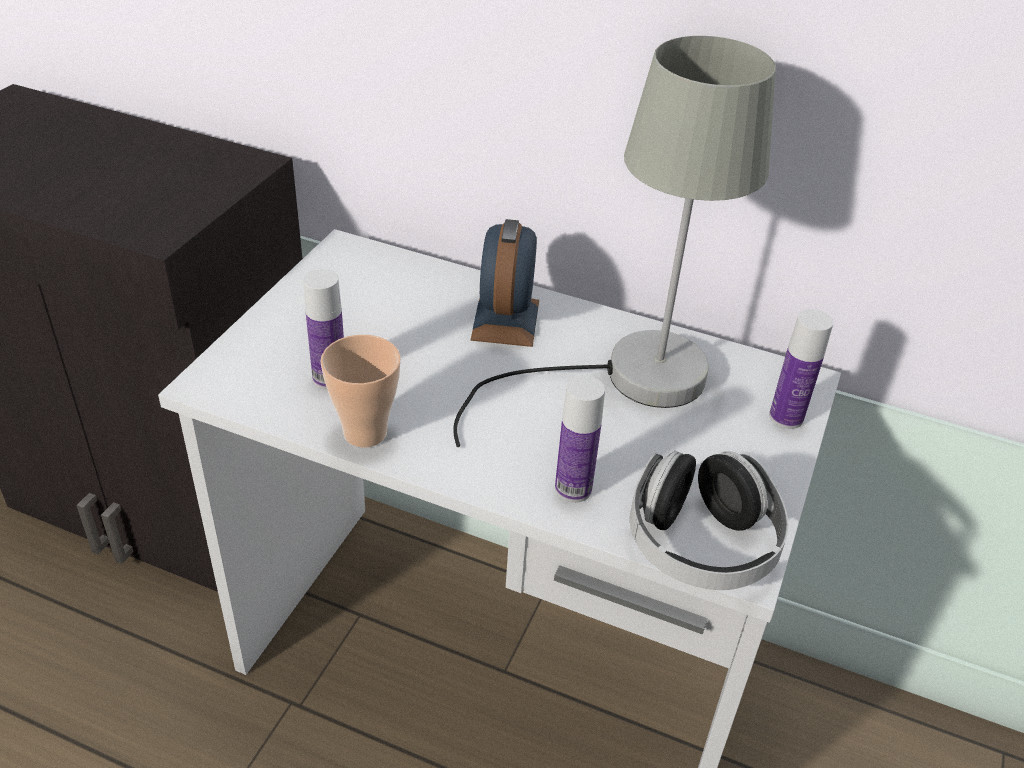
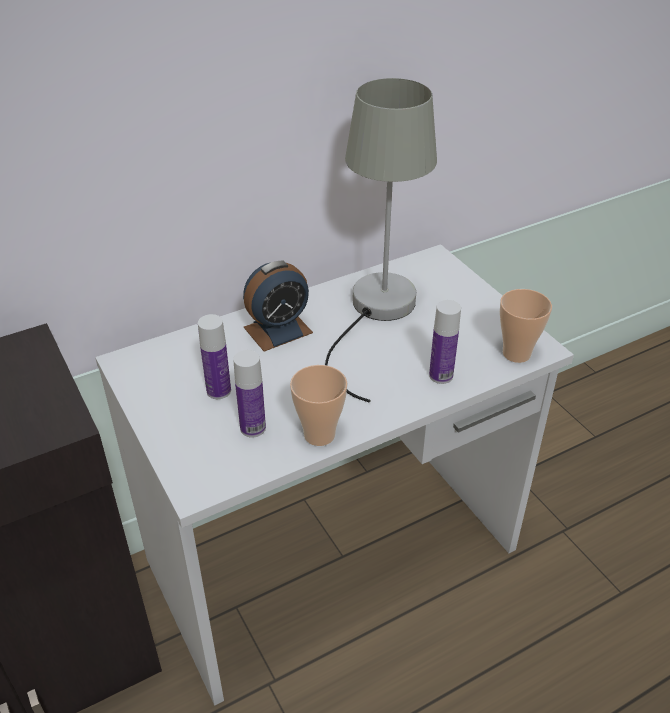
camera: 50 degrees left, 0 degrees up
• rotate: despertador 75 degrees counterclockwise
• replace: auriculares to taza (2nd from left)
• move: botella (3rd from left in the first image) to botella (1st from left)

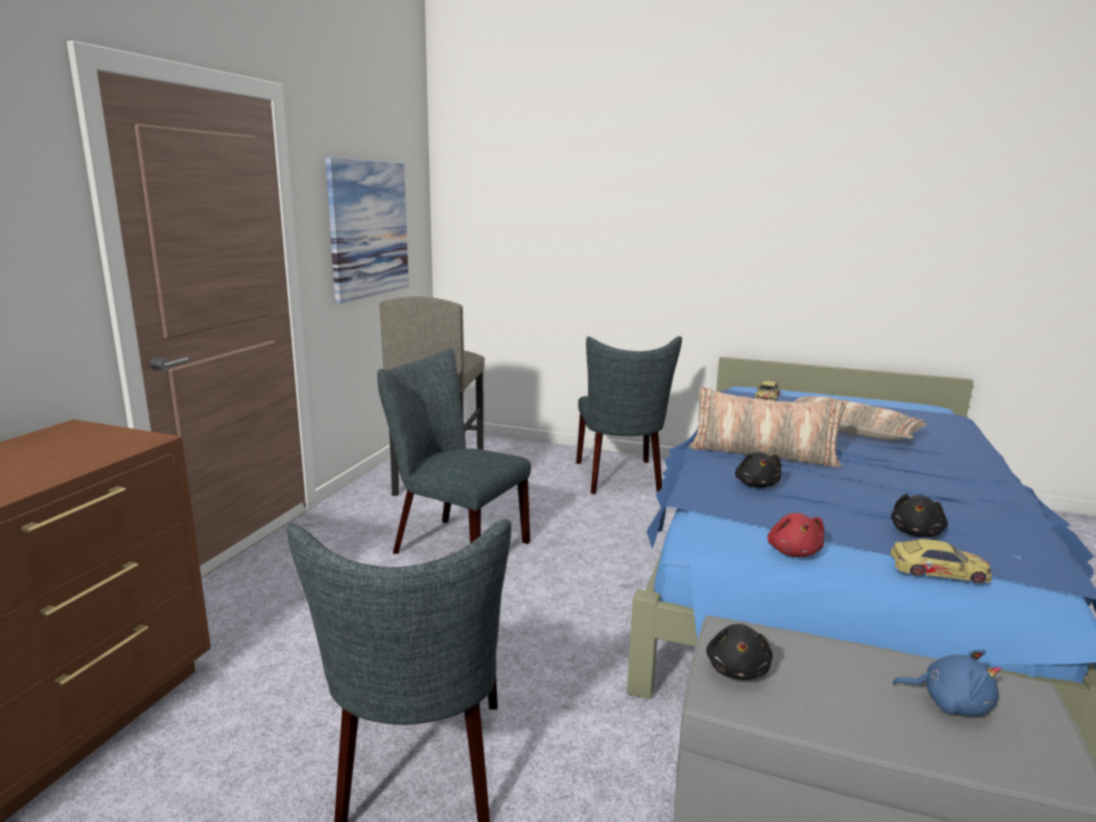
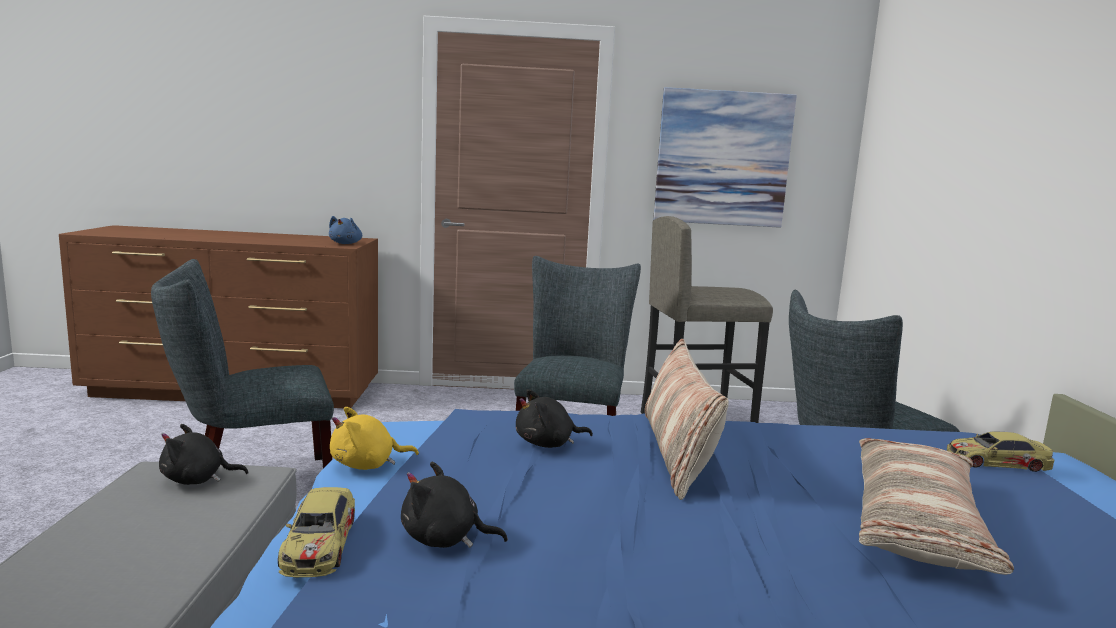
camera: 70 degrees right, 5 degrees down
• recolor: peluche (rojo) to peluche (amarillo)
• move: peluche (azul)

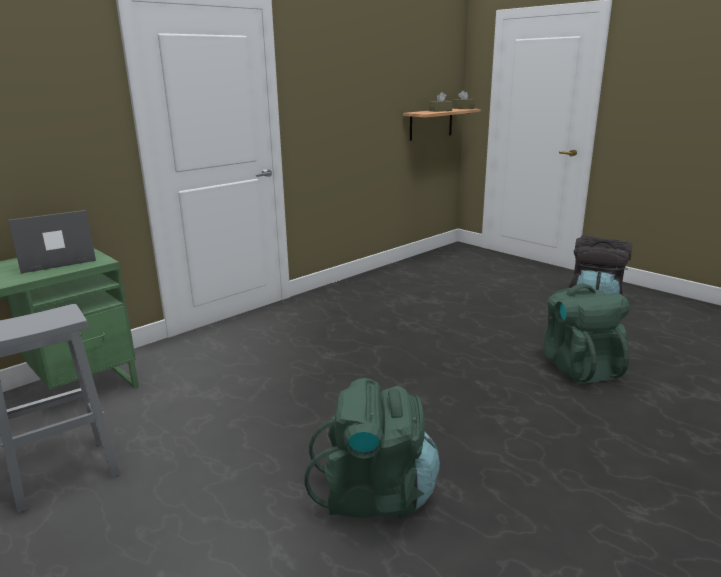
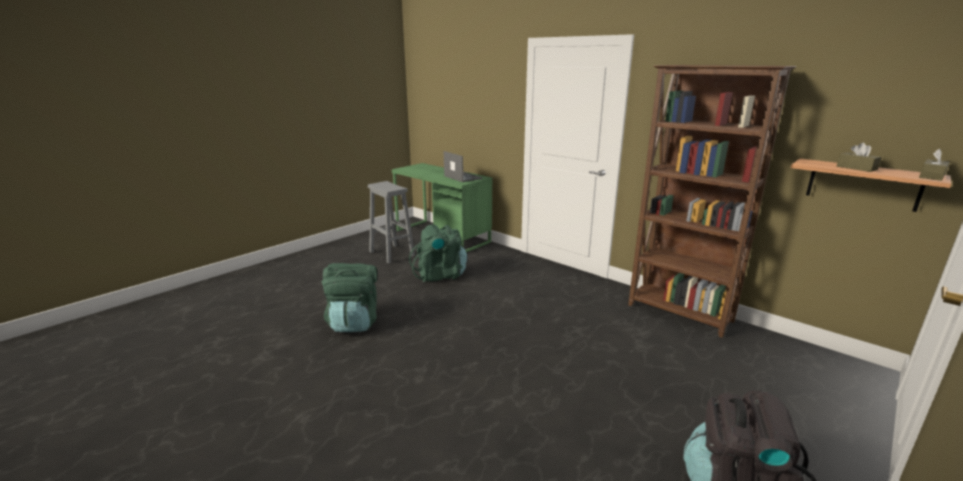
camera: 85 degrees right, 0 degrees up
• move: mochila (verde) (2nd from left)
• insert: estantería (marrón)

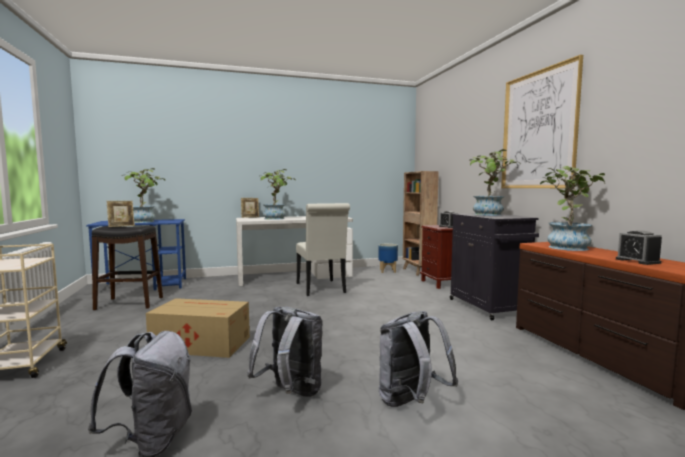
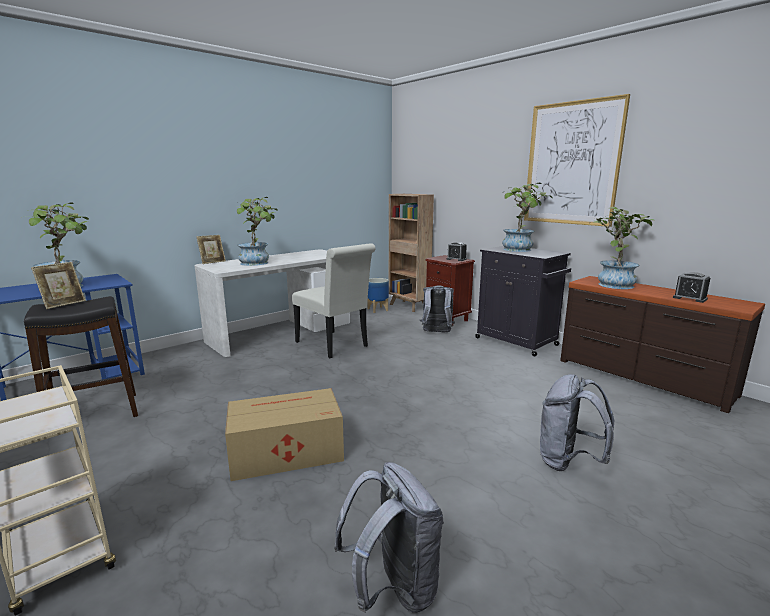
camera: 25 degrees left, 10 degrees up
• move: mochila (gris) (2nd from left)

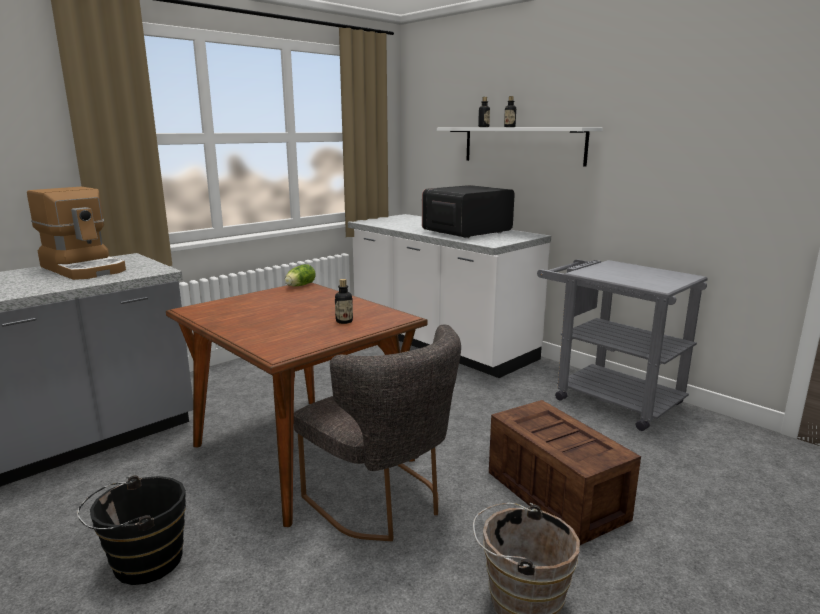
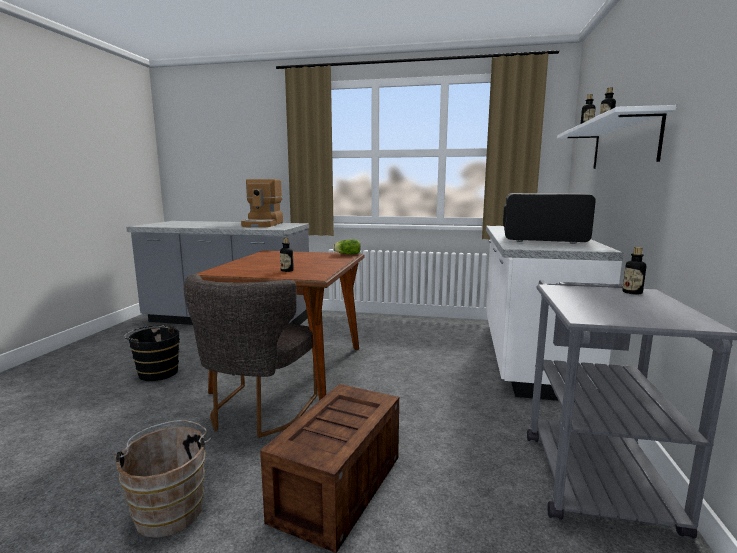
camera: 55 degrees right, 5 degrees down
• insert: botella (4th from left)

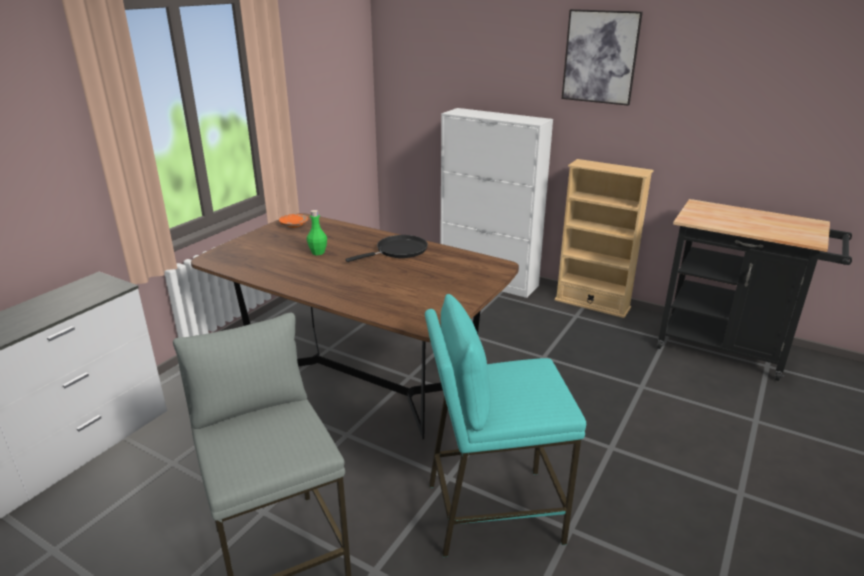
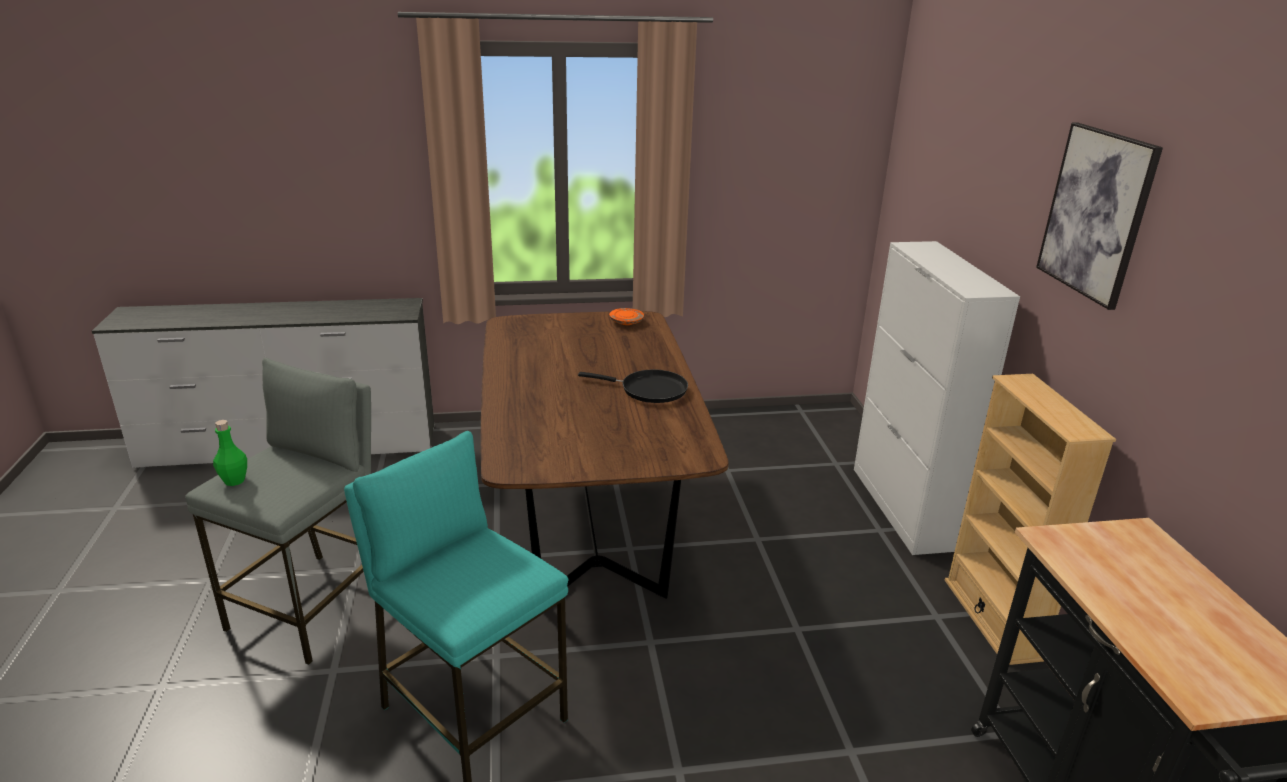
camera: 50 degrees right, 0 degrees up
• move: botella (verde)

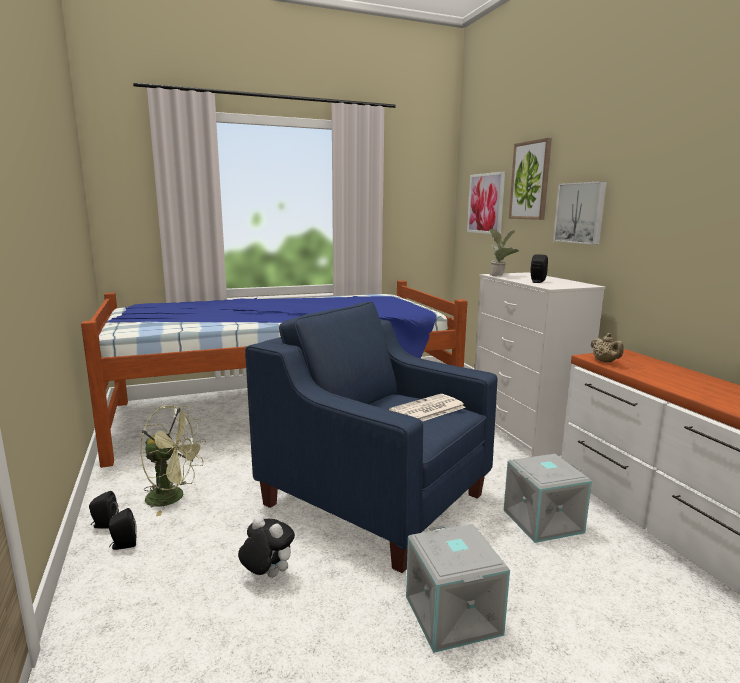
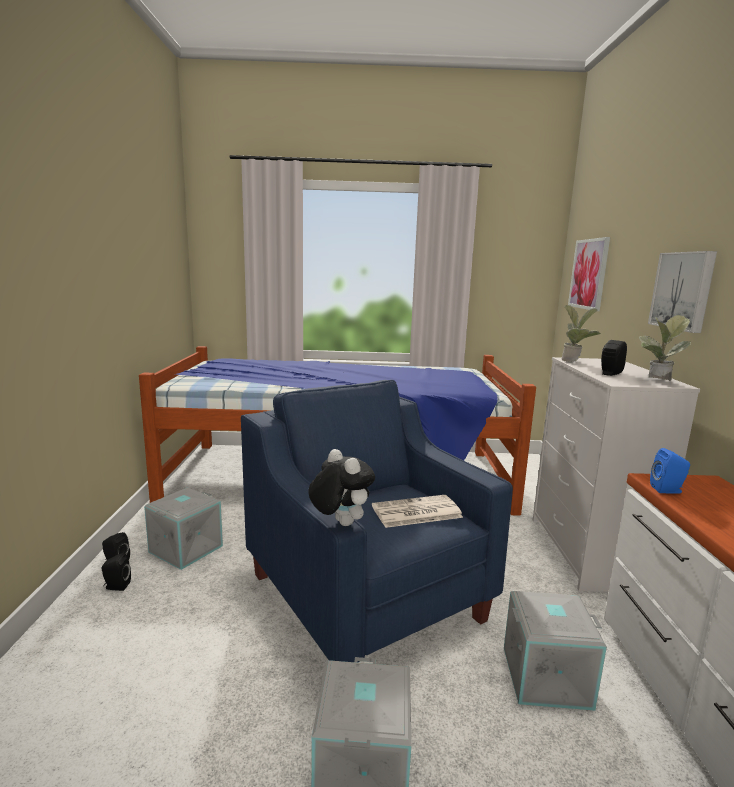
camera: 20 degrees right, 0 degrees up
• replace: ventilador (verde) to caja de almacenaje (gris) (1st from left)
• move: peluche
• delete: cuadro (2nd from left)
• replace: tetera (beis) to altavoz (azul)
• insert: planta en maceta (2nd from left)

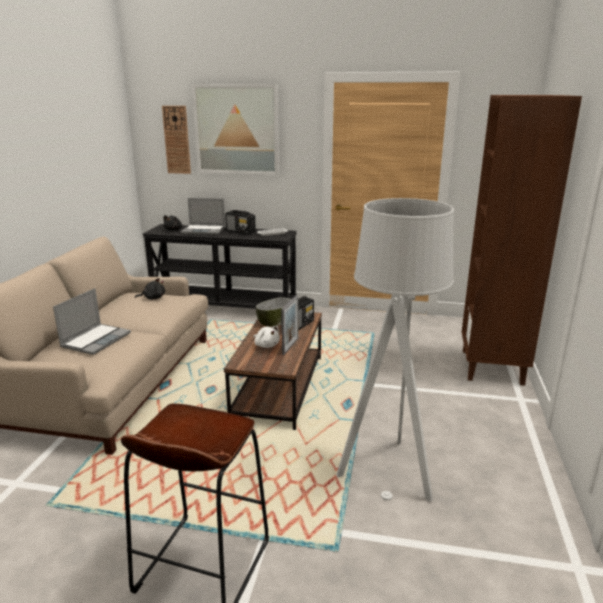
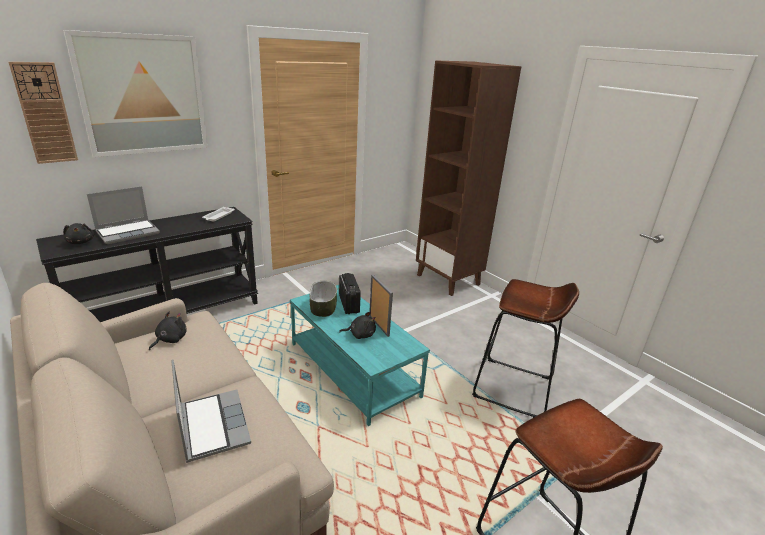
camera: 50 degrees left, 5 degrees up
• recolor: mesa de centro (marrón) to mesa de centro (turquesa)
• delete: radio (1st from left)
• recolor: peluche (blanco) to peluche (negro) (3rd from left)
• replace: lámpara de pie (gris) to taburete (marrón) (1st from left)

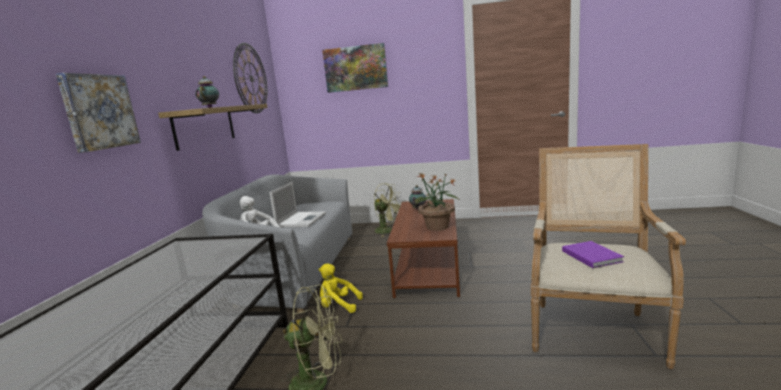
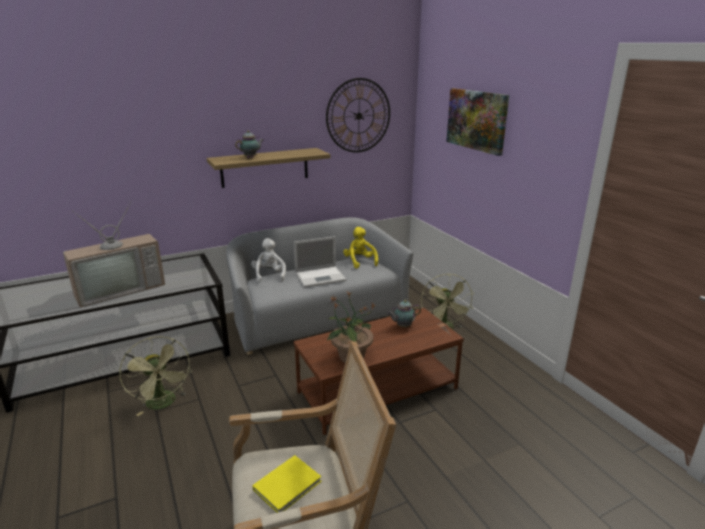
camera: 55 degrees right, 10 degrees up
• delete: cuadro (1st from left)
• move: peluche (amarillo)
• recolor: libro (morado) to libro (amarillo)
• insert: televisor

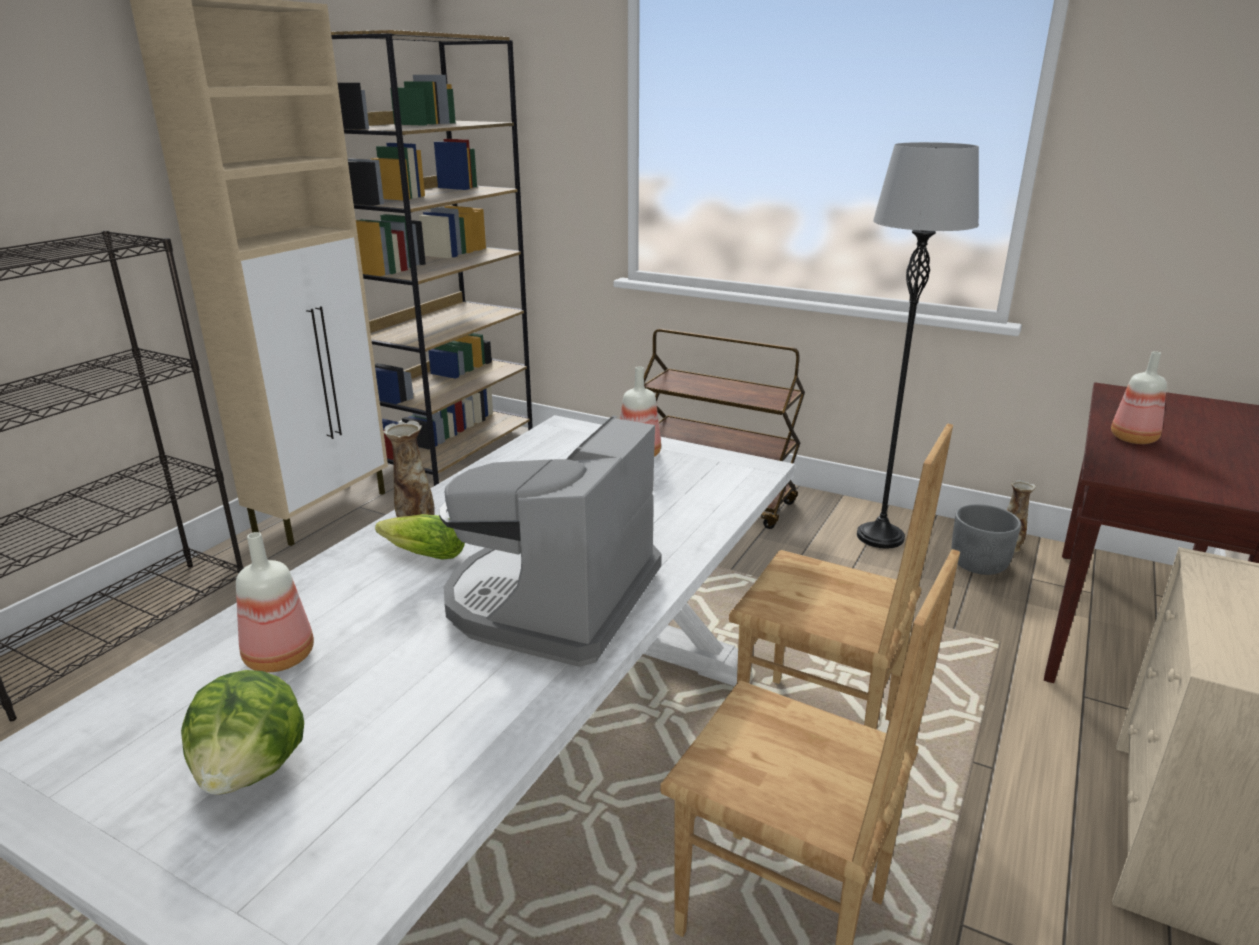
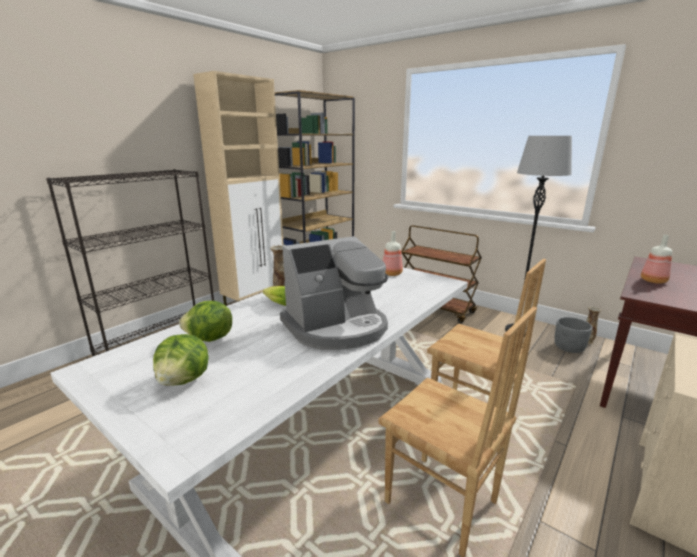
camera: 10 degrees right, 5 degrees down
• replace: botella (1st from left) to lechuga (2nd from left)
• rotate: cafetera 150 degrees counterclockwise

